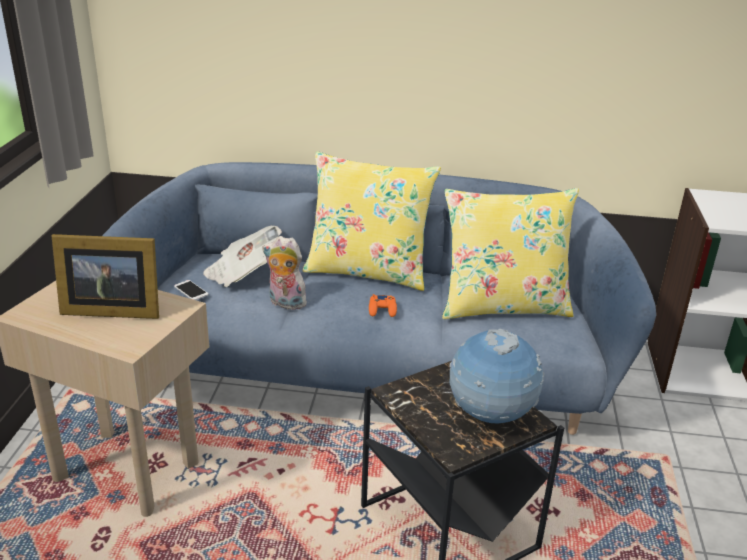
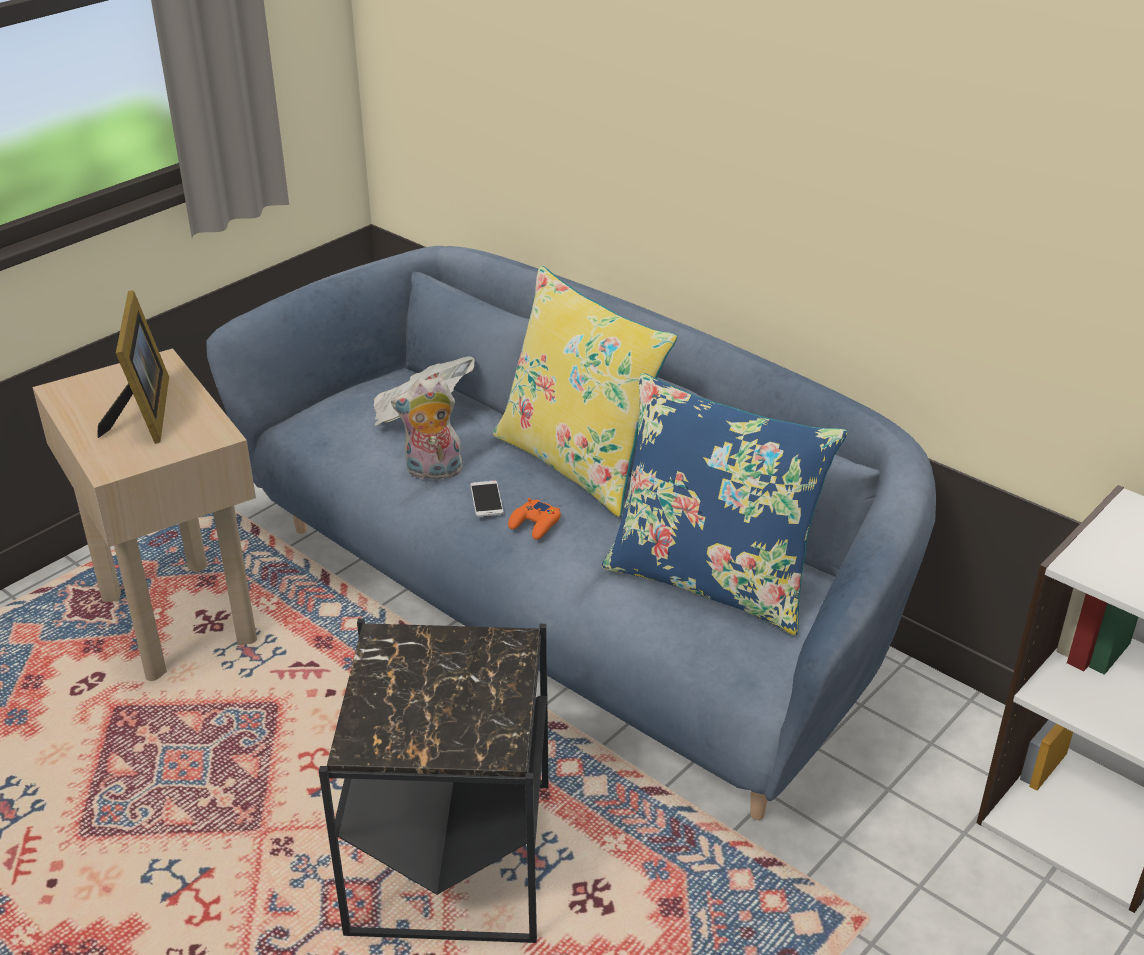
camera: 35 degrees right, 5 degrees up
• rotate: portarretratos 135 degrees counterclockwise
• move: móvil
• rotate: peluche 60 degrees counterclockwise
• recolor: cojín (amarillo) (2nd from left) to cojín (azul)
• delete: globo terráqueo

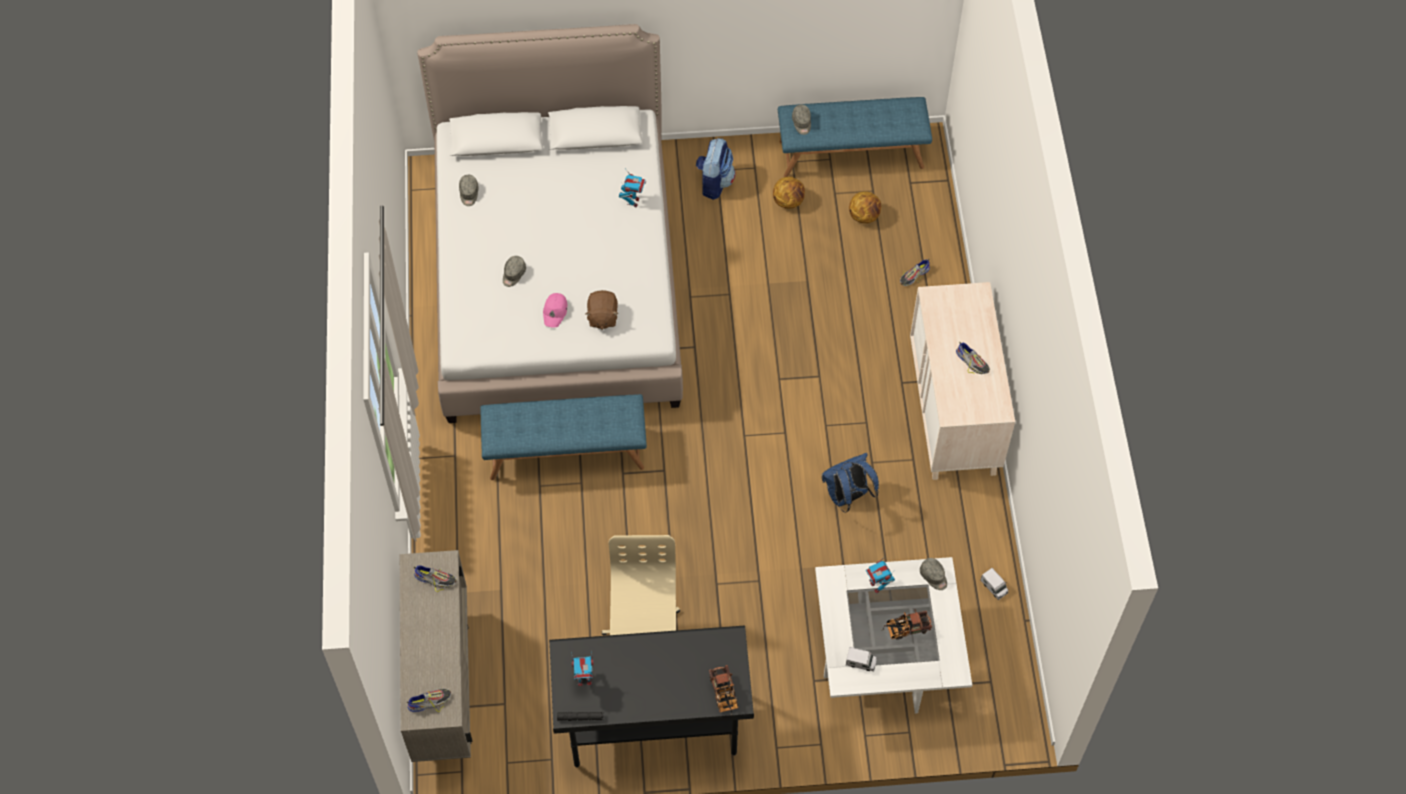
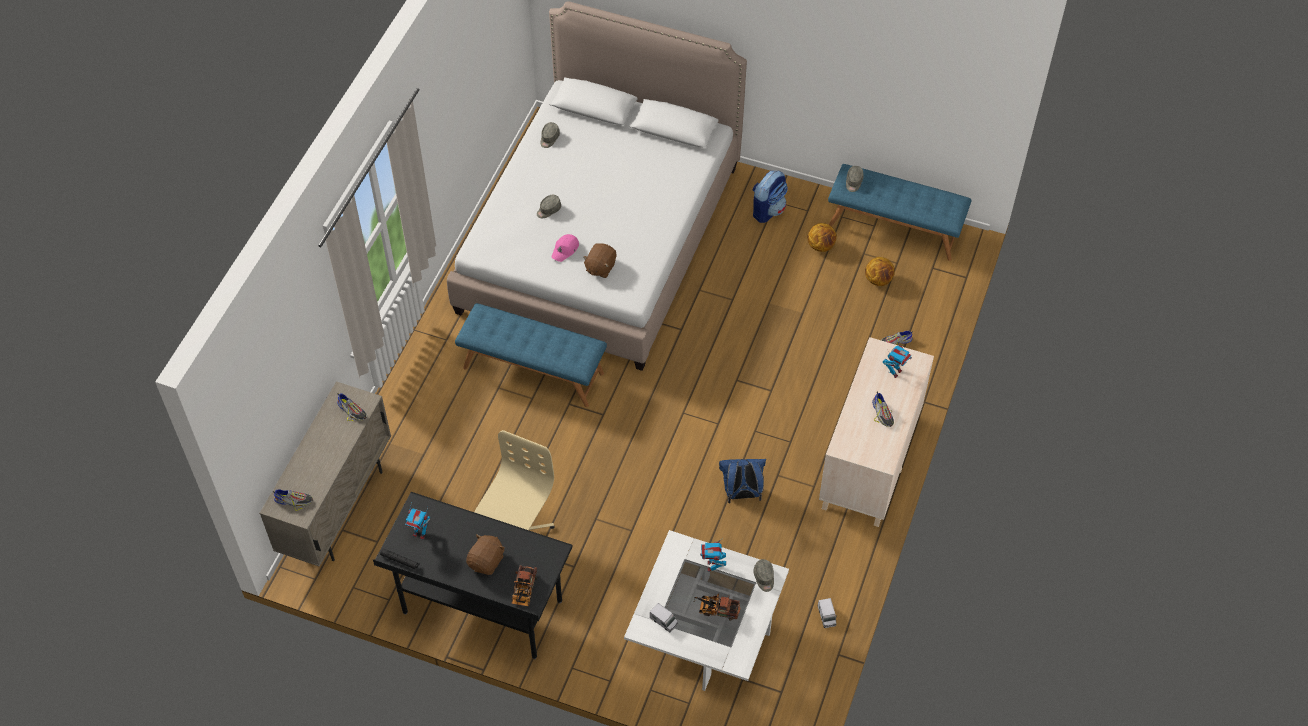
camera: 25 degrees right, 5 degrees down
• move: robot de juguete (2nd from left in the first image) to robot de juguete (3rd from left)
• insert: peluche (marrón) (1st from left)

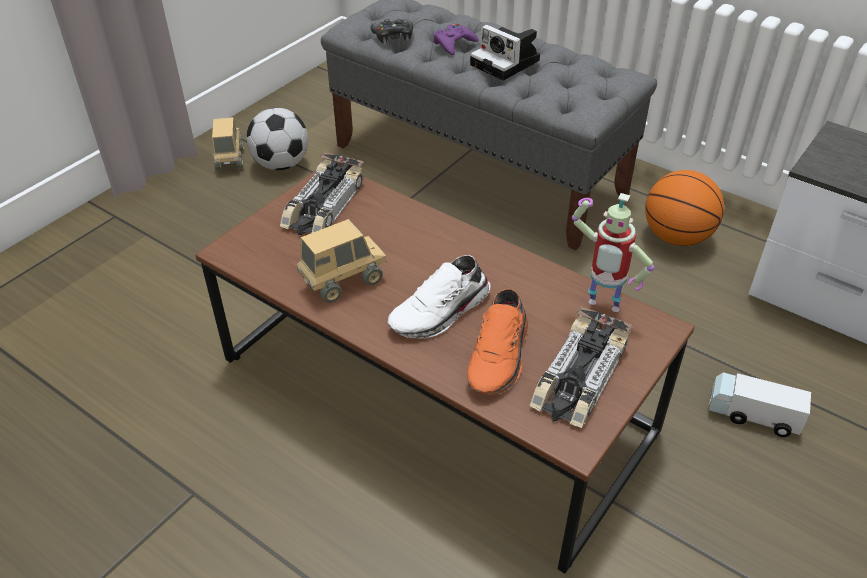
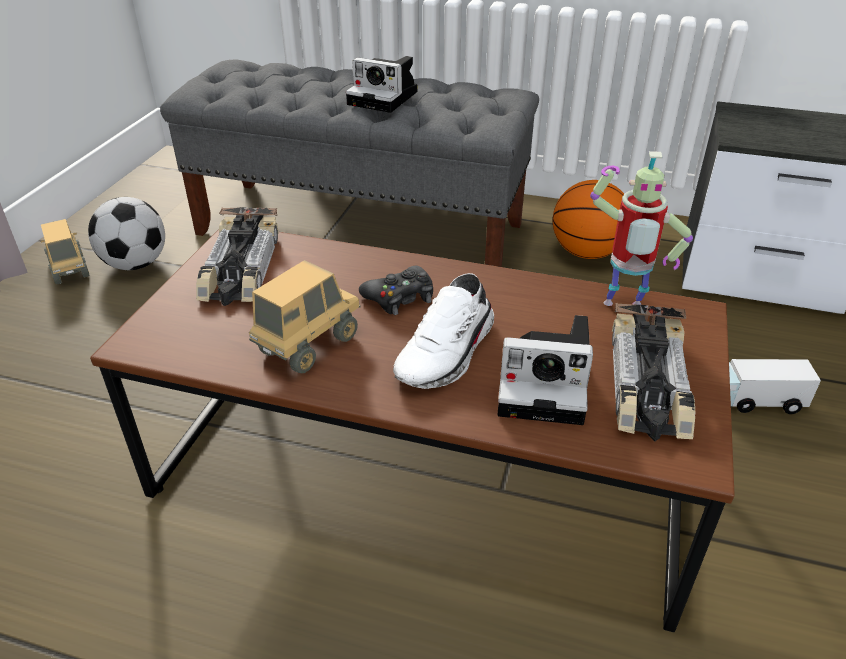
camera: 20 degrees left, 5 degrees down
• move: mando de consola (negro)
• delete: mando de consola (morado)
• replace: zapato (naranja) to cámara (2nd from left)

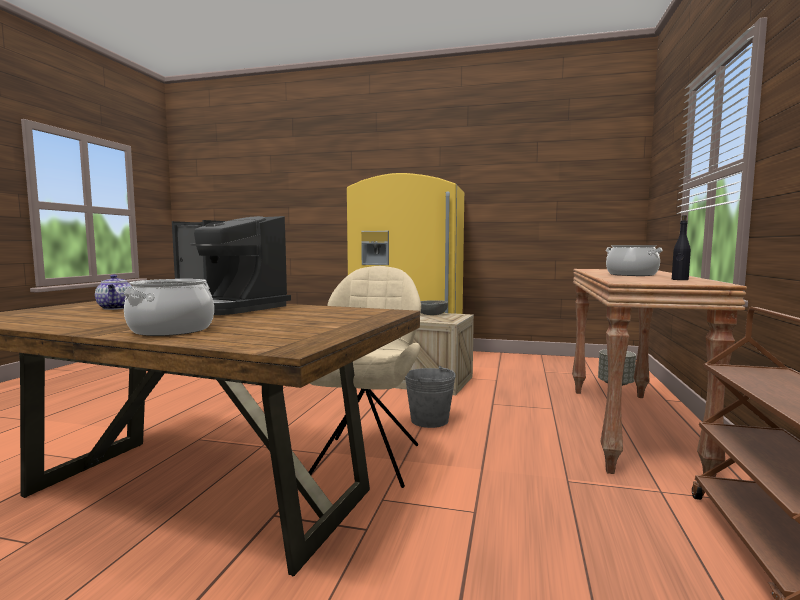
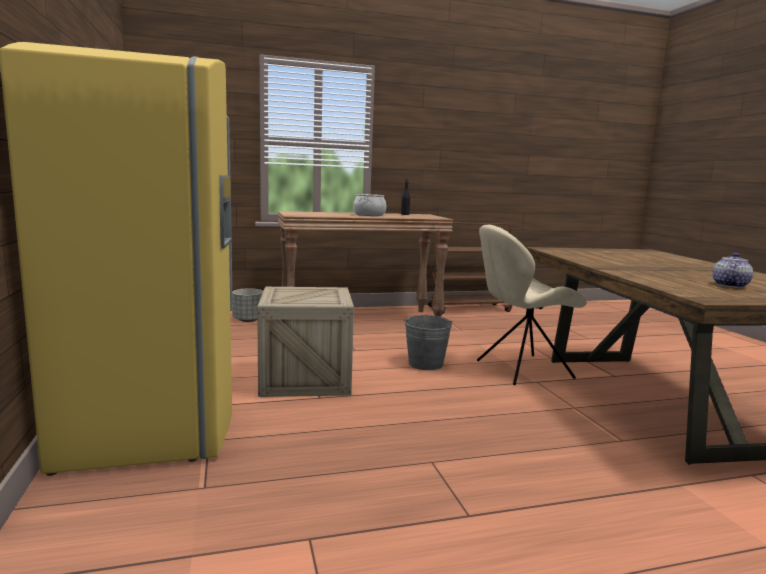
camera: 120 degrees left, 5 degrees up
• delete: olla (1st from left)
• delete: cafetera
• delete: cuenco (gris)

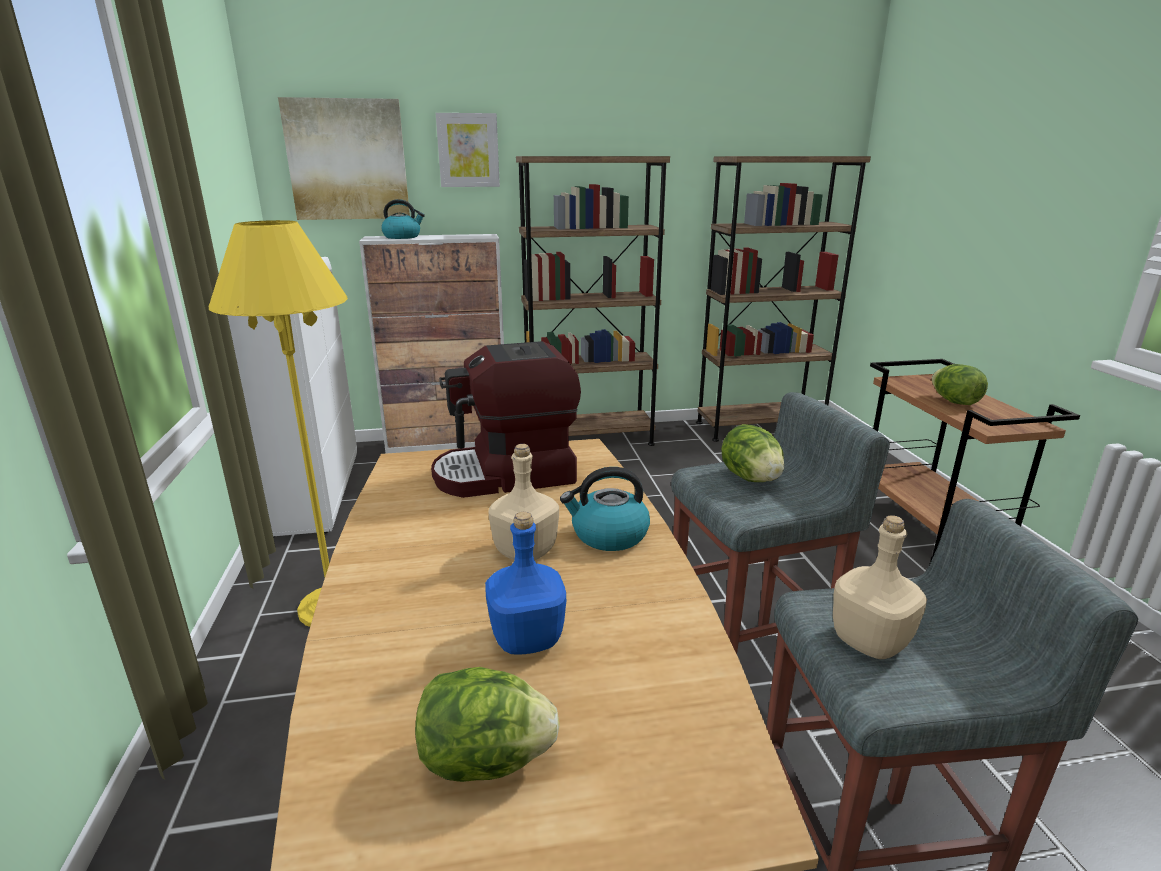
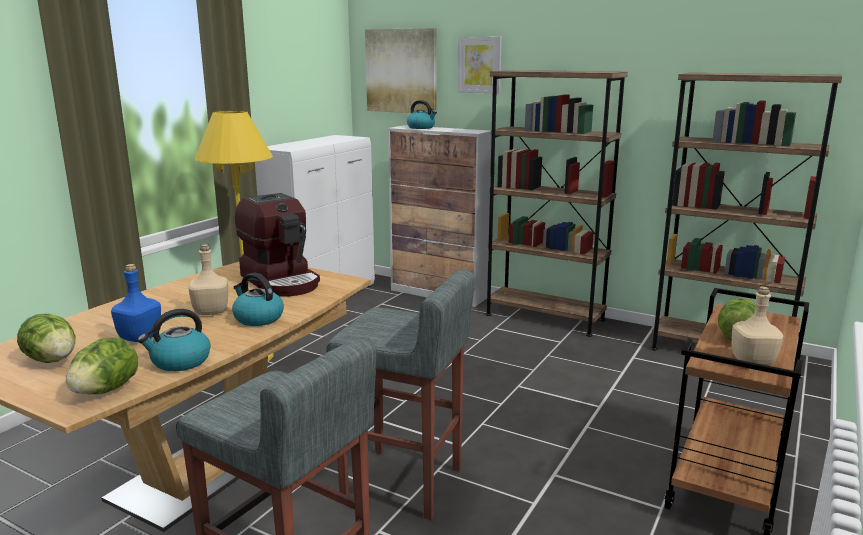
camera: 40 degrees right, 5 degrees down
• rotate: cafetera 150 degrees counterclockwise
• move: lechuga (2nd from left)
• move: botella (beis) (2nd from left)
• insert: hervidor (1st from left)

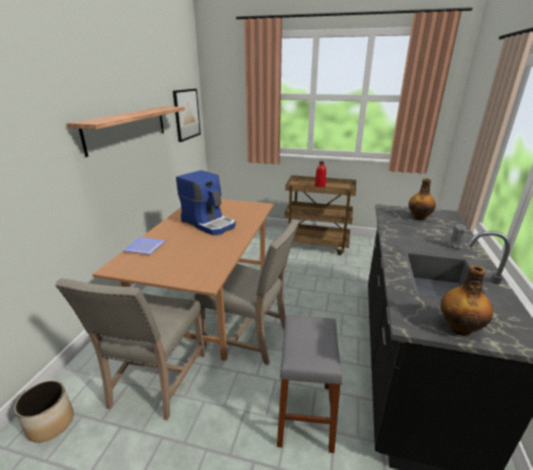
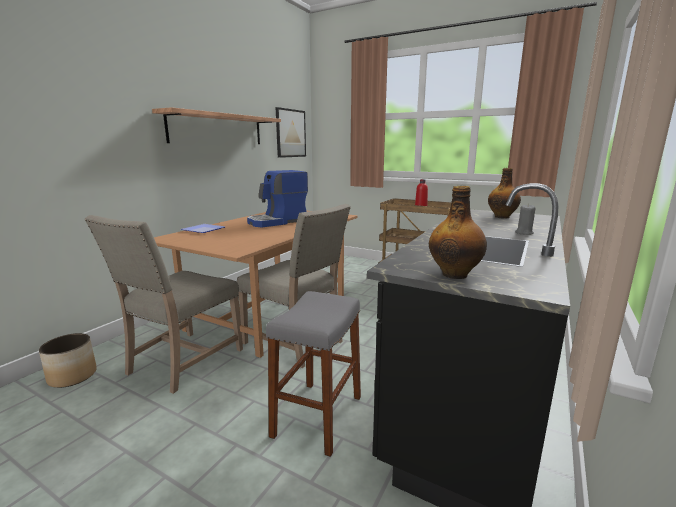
camera: 15 degrees right, 10 degrees down
• rotate: cafetera 90 degrees clockwise

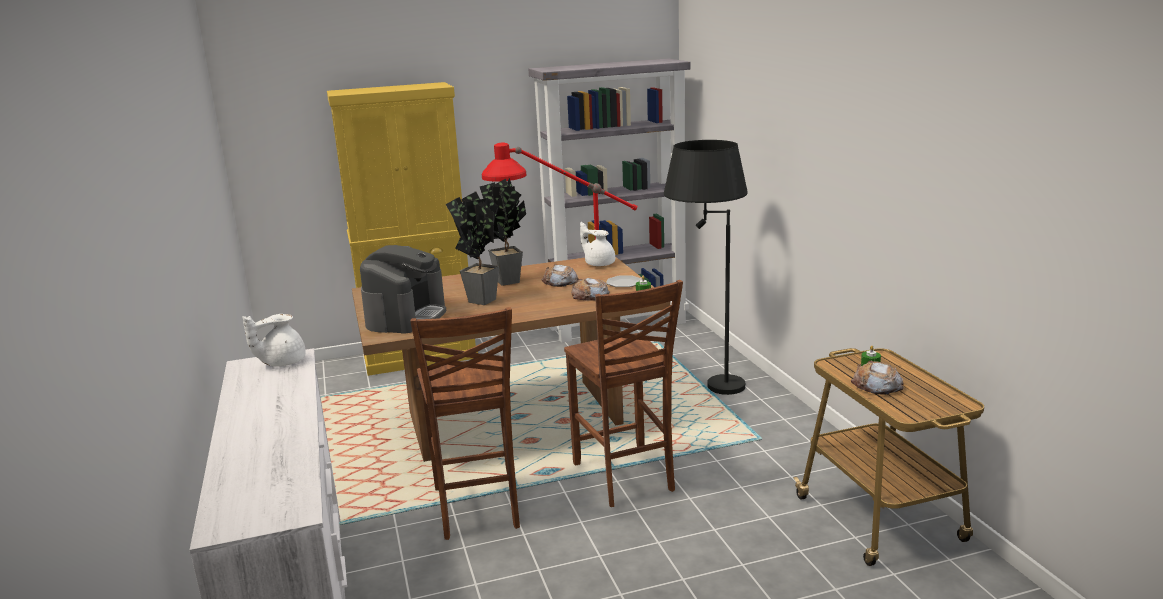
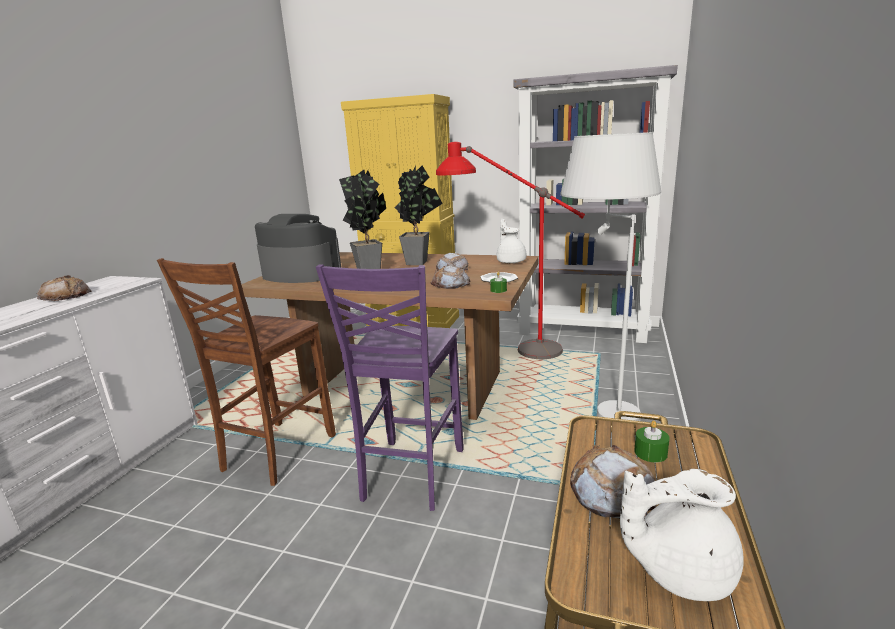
camera: 35 degrees right, 0 degrees up
• move: tetera (blanco) (1st from left in the first image) to tetera (blanco) (2nd from left)
• rotate: cafetera 120 degrees counterclockwise
• recolor: silla (marrón) (2nd from left) to silla (morado)
• recolor: lámpara de pie (negro) to lámpara de pie (blanco)
• insert: pan (1st from left)

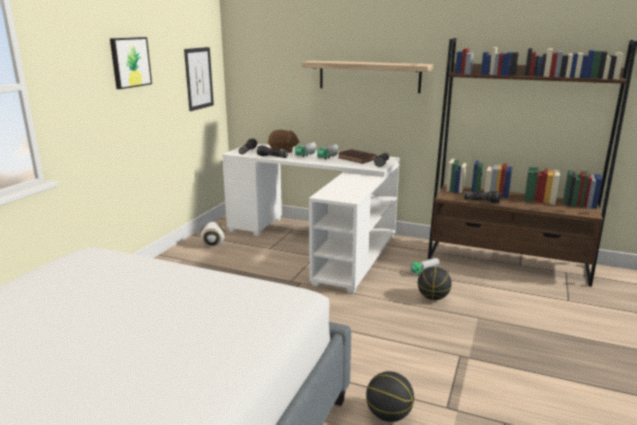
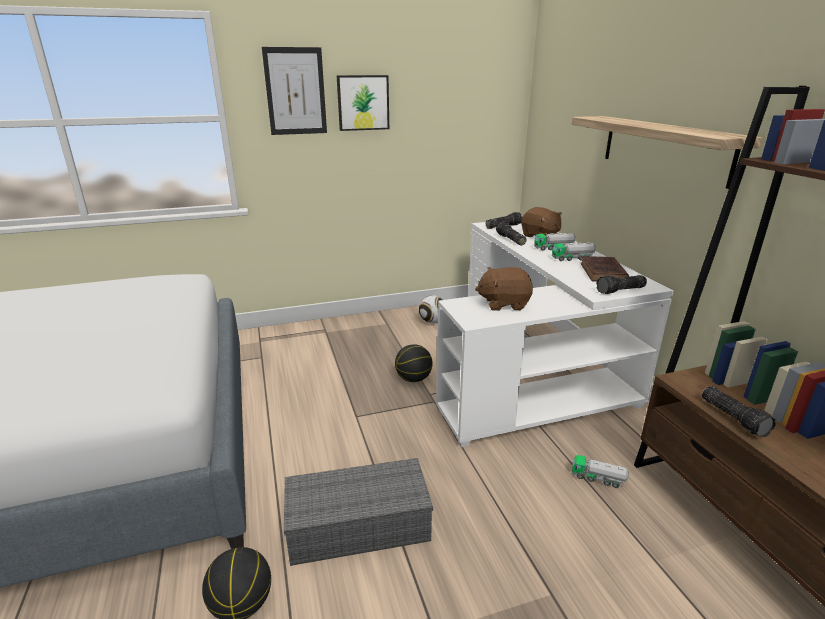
camera: 50 degrees right, 5 degrees up
• move: cuadro (2nd from left in the first image) to cuadro (1st from left)
• move: balón de baloncesto (2nd from left)
• insert: caja de almacenaje (gris)
• insert: peluche (marrón) (1st from left)

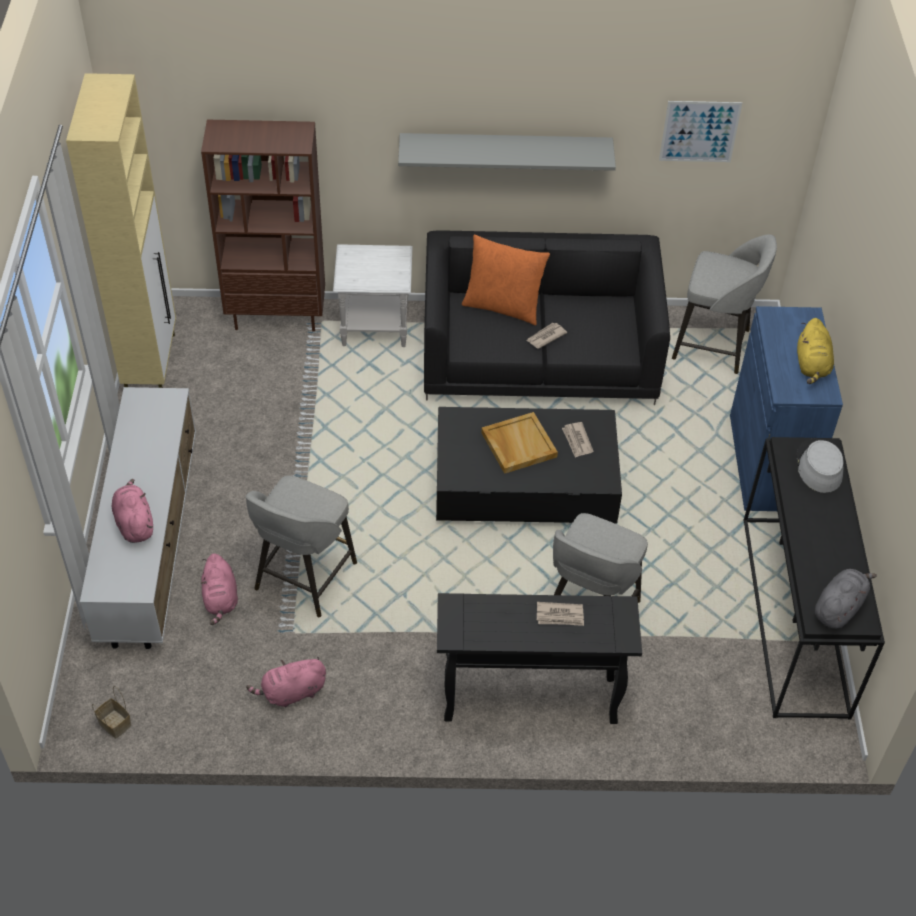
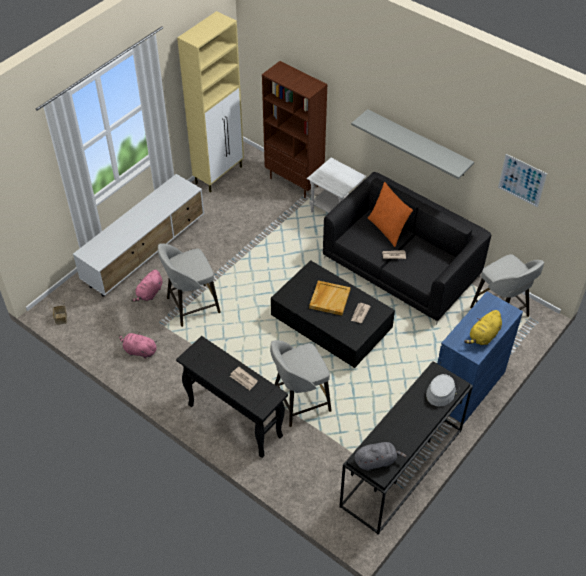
camera: 40 degrees right, 0 degrees up
• delete: peluche (rosa) (1st from left)

